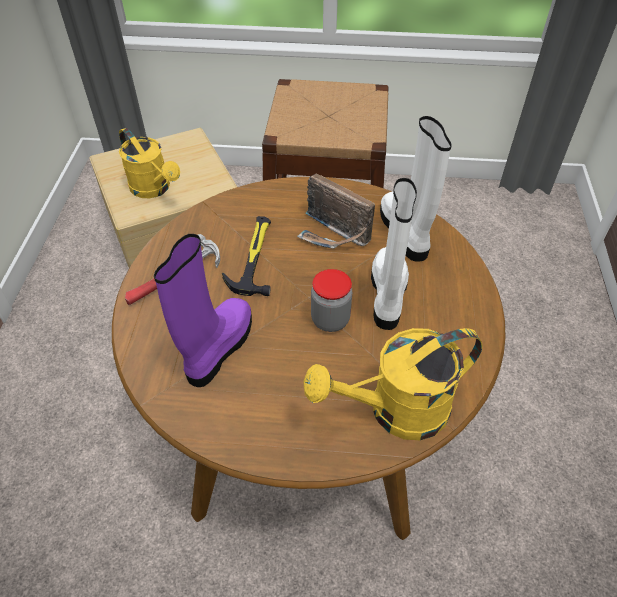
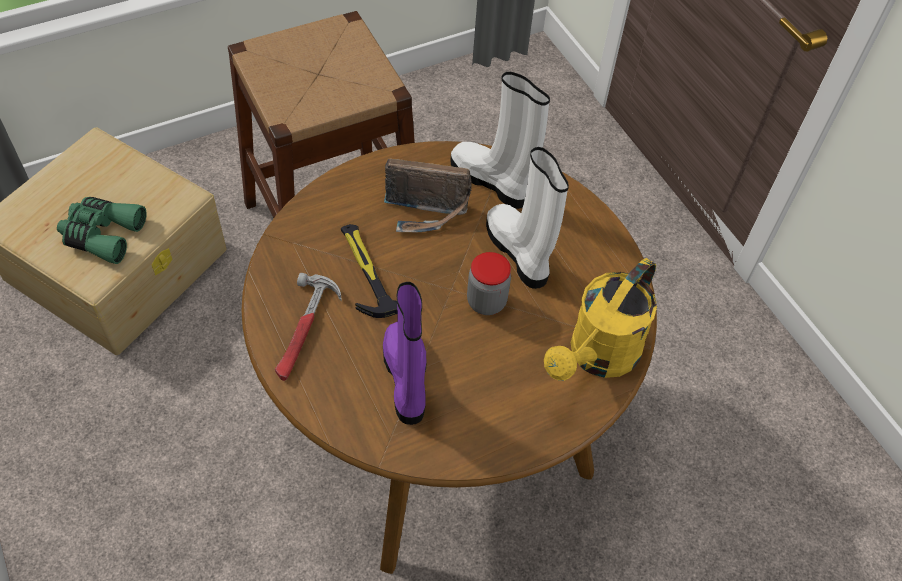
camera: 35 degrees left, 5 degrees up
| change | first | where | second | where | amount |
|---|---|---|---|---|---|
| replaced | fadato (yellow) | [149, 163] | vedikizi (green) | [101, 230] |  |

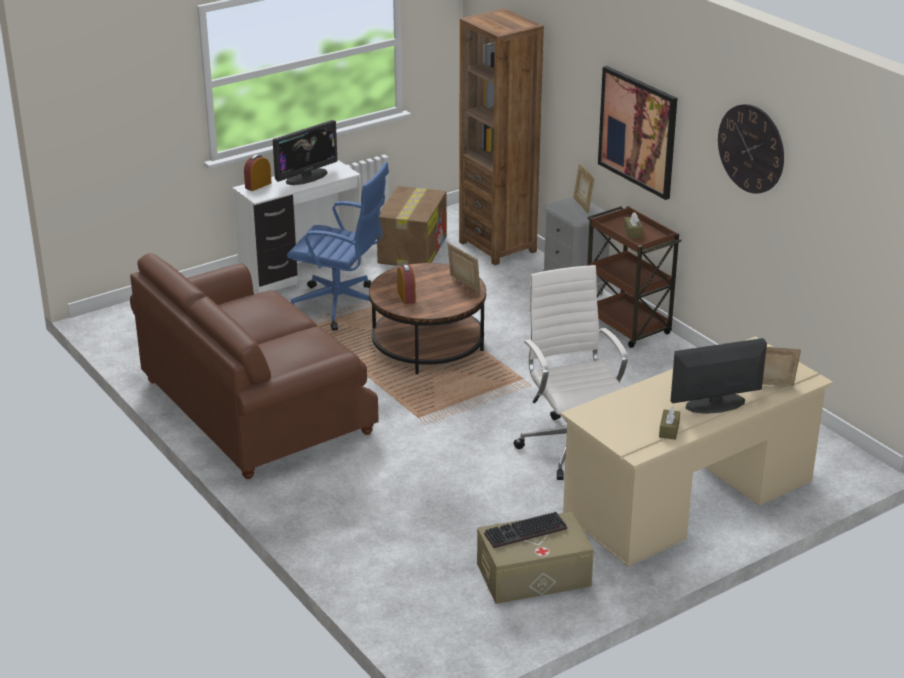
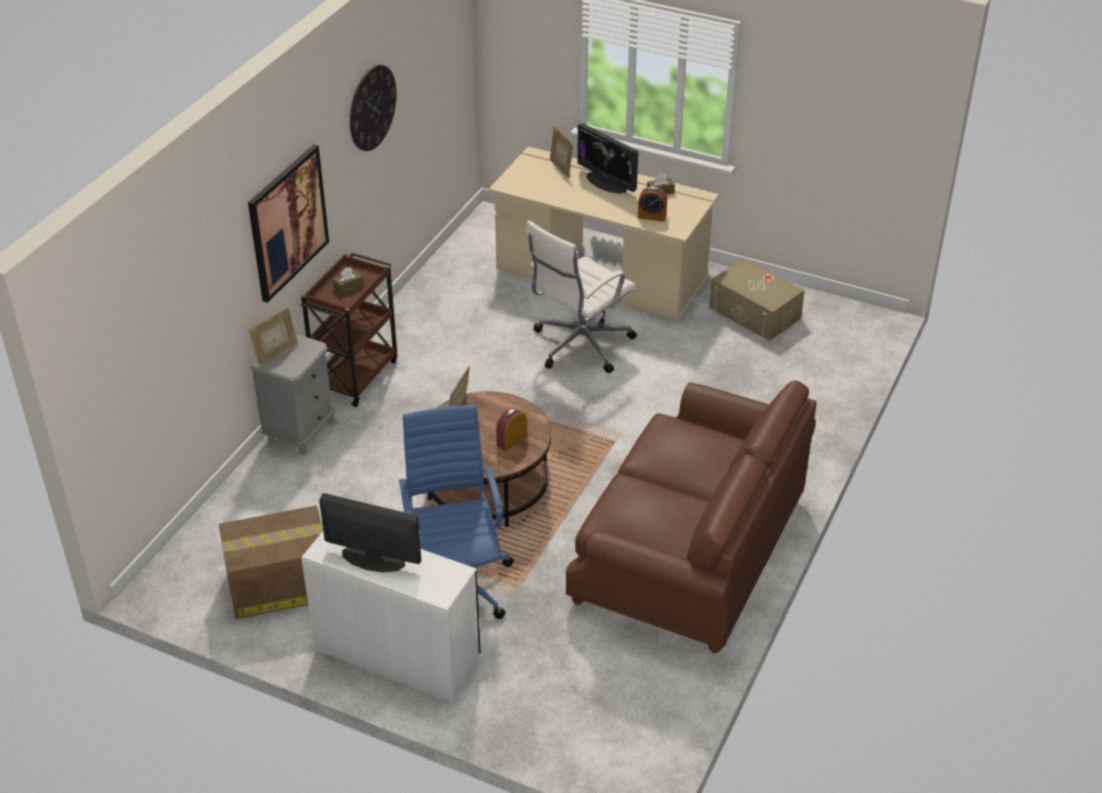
camera: 120 degrees left, 10 degrees up
| change | first | where | second | where | amount |
|---|---|---|---|---|---|
| moved | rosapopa | [257, 172] |  | [652, 204] |  |
| removed | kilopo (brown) | [501, 137] |  |  |  |
| removed | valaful | [525, 530] |  |  |  |

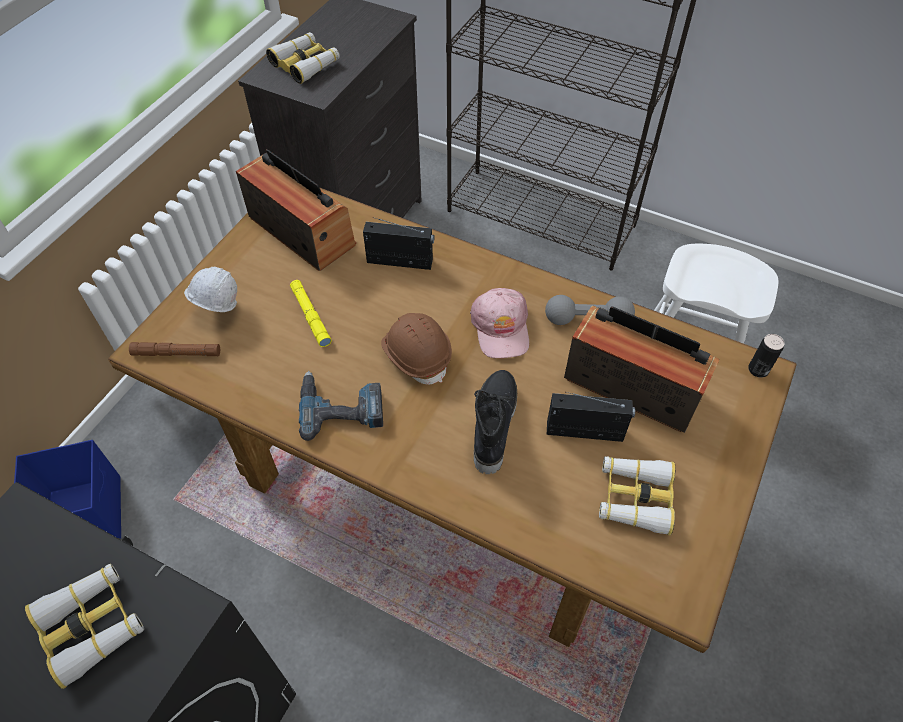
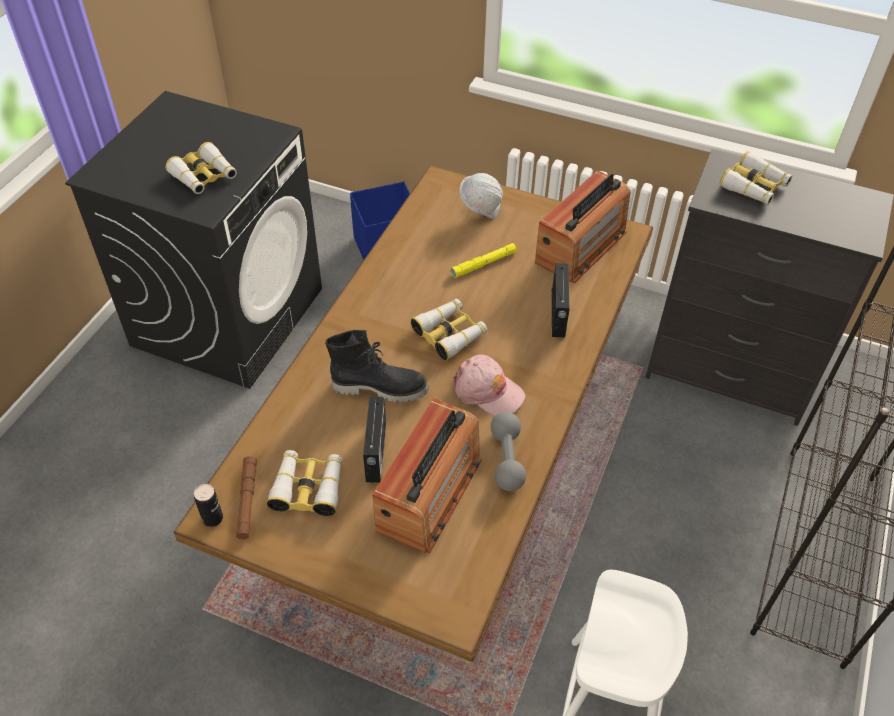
camera: 85 degrees right, 5 degrees down
| change | first | where | second | where | amount |
|---|---|---|---|---|---|
| moved | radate | [766, 356] |  | [208, 505] |  |
| moved | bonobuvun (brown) | [174, 349] |  | [246, 497] |  |
| replaced | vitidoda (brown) | [416, 349] | vedikizi | [449, 329] |  |
| turned | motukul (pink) | [499, 323] |  | [489, 385] | 135 degrees counterclockwise |
| removed | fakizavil | [341, 406] |  |  |  |

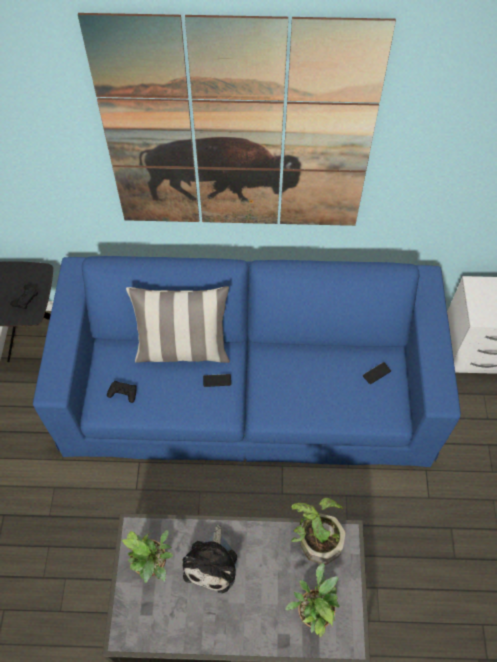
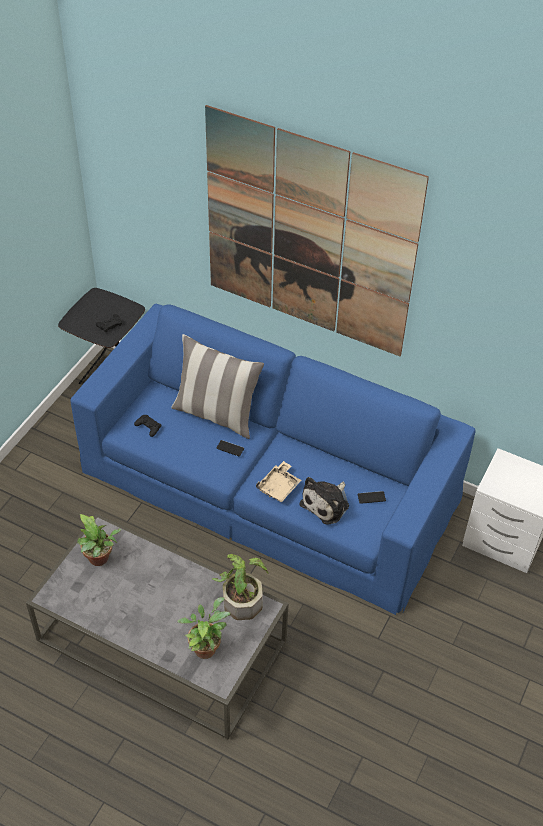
camera: 25 degrees right, 10 degrees down
| change | first | where | second | where | amount |
|---|---|---|---|---|---|
| added |  |  | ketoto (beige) | [278, 481] |  |
| moved | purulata | [209, 559] |  | [324, 501] |  |

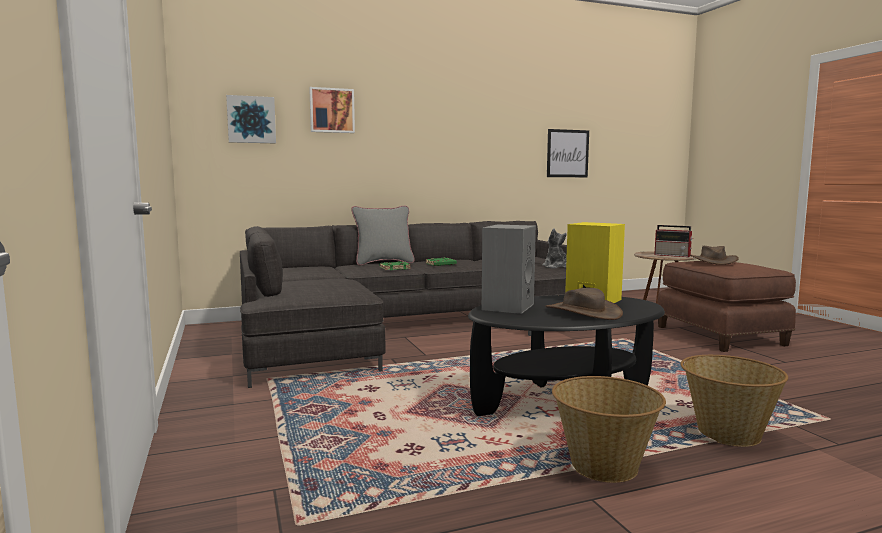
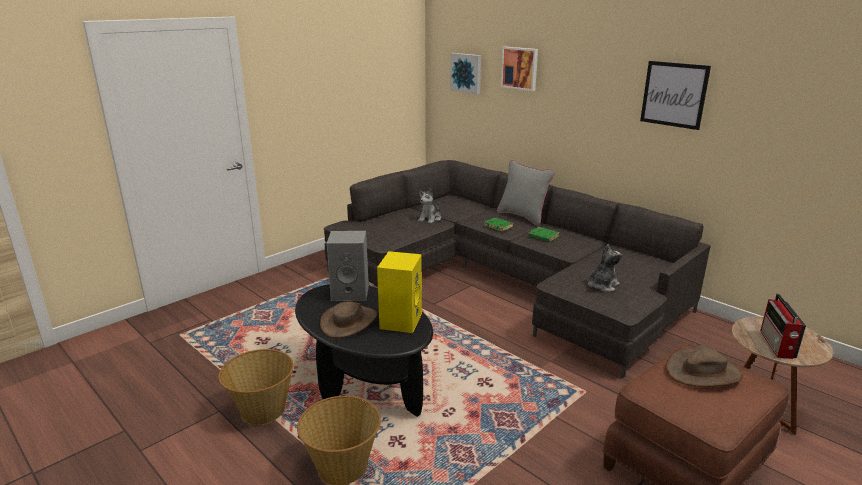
camera: 65 degrees right, 15 degrees up
| change | first | where | second | where | amount |
|---|---|---|---|---|---|
| added |  |  | purulata | [429, 206] |  |
| moved | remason | [568, 153] |  | [675, 95] |  |

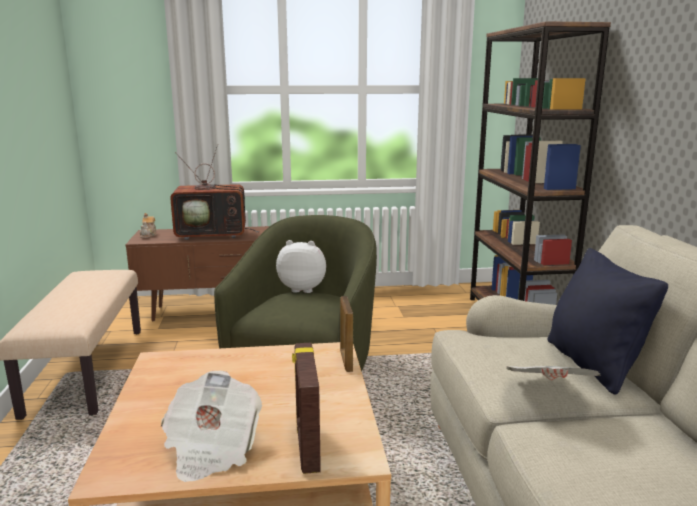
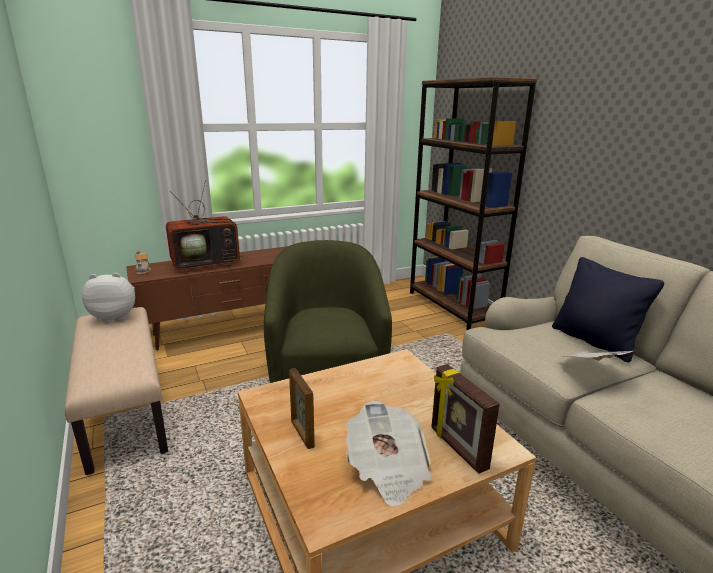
camera: 20 degrees left, 5 degrees up
| change | first | where | second | where | amount |
|---|---|---|---|---|---|
| moved | purulata | [301, 266] |  | [108, 297] |  |
| moved | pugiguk | [346, 334] |  | [302, 408] |  |

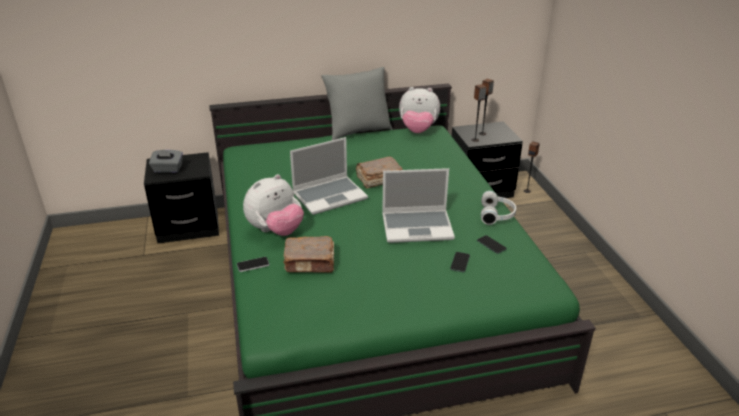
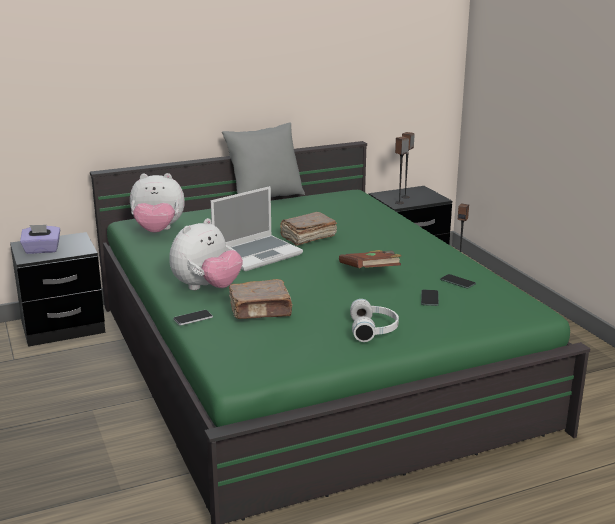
camera: 10 degrees left, 10 degrees down
| change | first | where | second | where | amount |
|---|---|---|---|---|---|
| recoloured | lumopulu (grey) | [166, 161] | lumopulu (purple) | [40, 239] |  |
| moved | purulata | [419, 110] |  | [157, 203] |  |
| replaced | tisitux | [418, 205] | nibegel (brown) | [370, 259] |  |
| moved | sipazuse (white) | [498, 208] |  | [374, 320] |  |

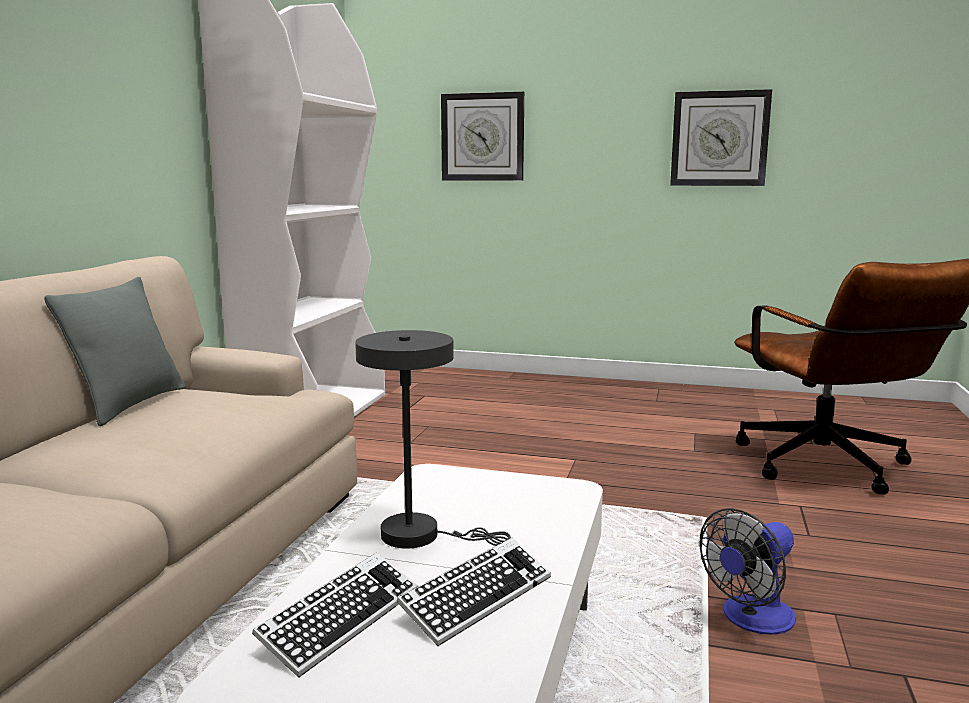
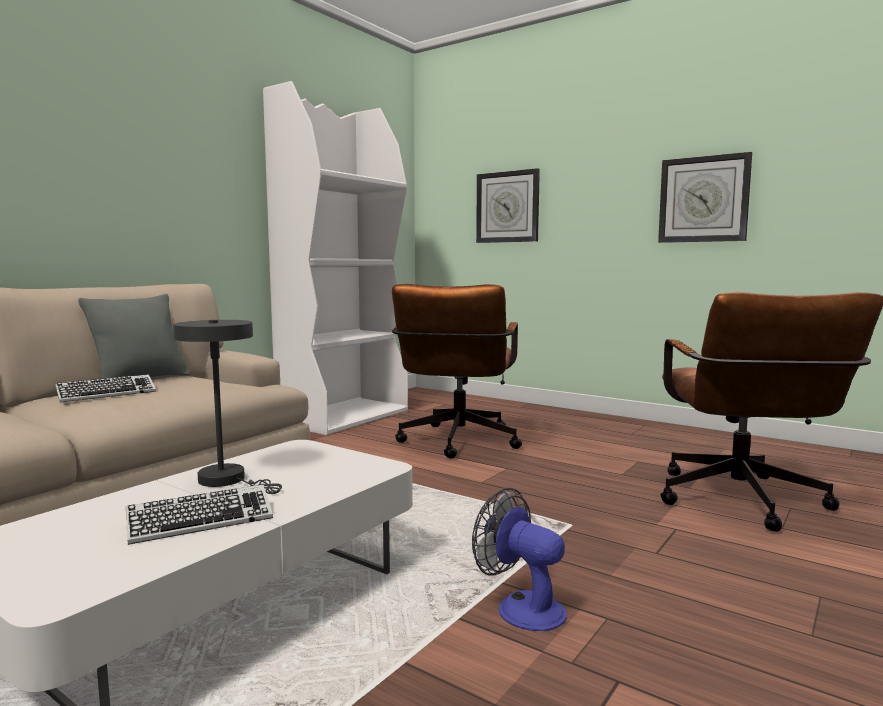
camera: 20 degrees right, 5 degrees down
| change | first | where | second | where | amount |
|---|---|---|---|---|---|
| moved | valaful | [335, 615] |  | [105, 388] |  |
| added |  |  | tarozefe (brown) | [457, 371] |  |
| turned | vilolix | [747, 571] |  | [519, 559] | 60 degrees clockwise |

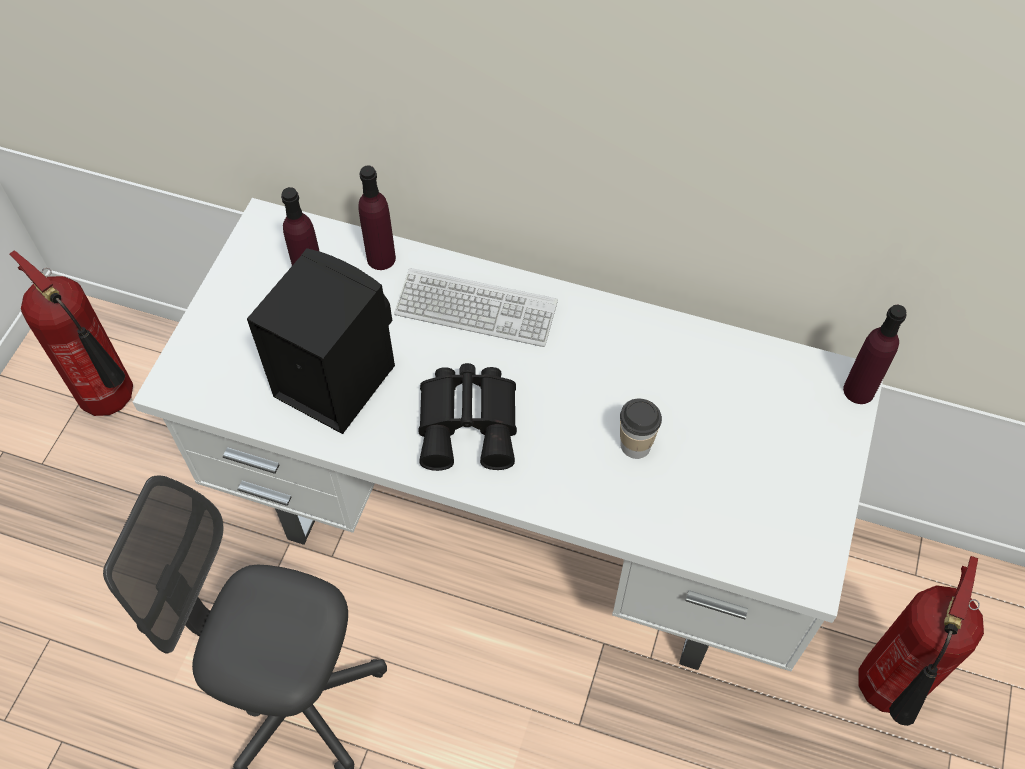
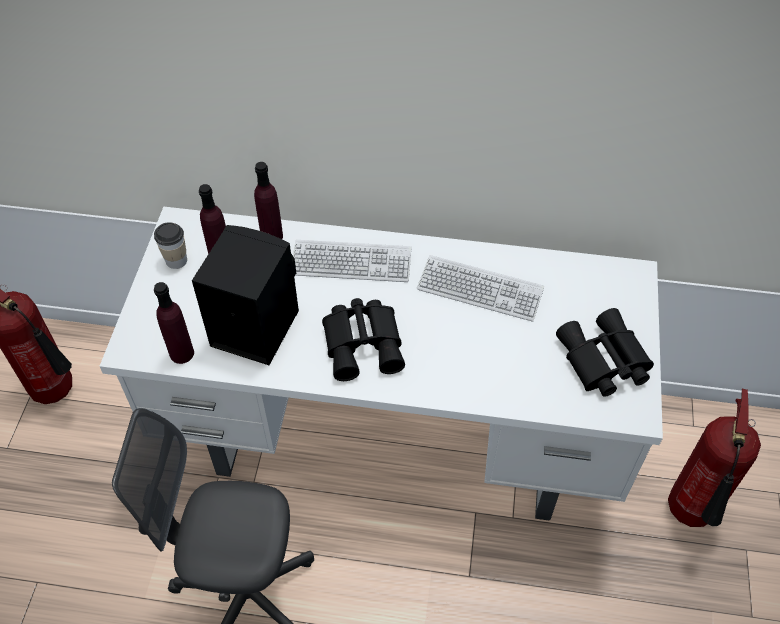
camera: 10 degrees left, 5 degrees down
| change | first | where | second | where | amount |
|---|---|---|---|---|---|
| moved | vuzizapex | [641, 429] |  | [170, 245] |  |
| moved | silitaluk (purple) | [875, 354] |  | [174, 323] |  |
| added |  |  | valaful | [480, 288] |  |
| added |  |  | vedikizi (black) | [605, 352] |  |

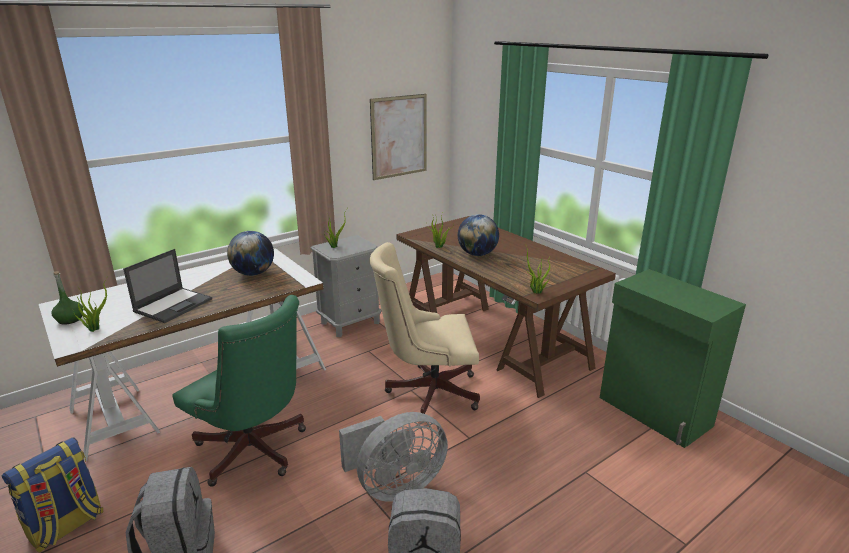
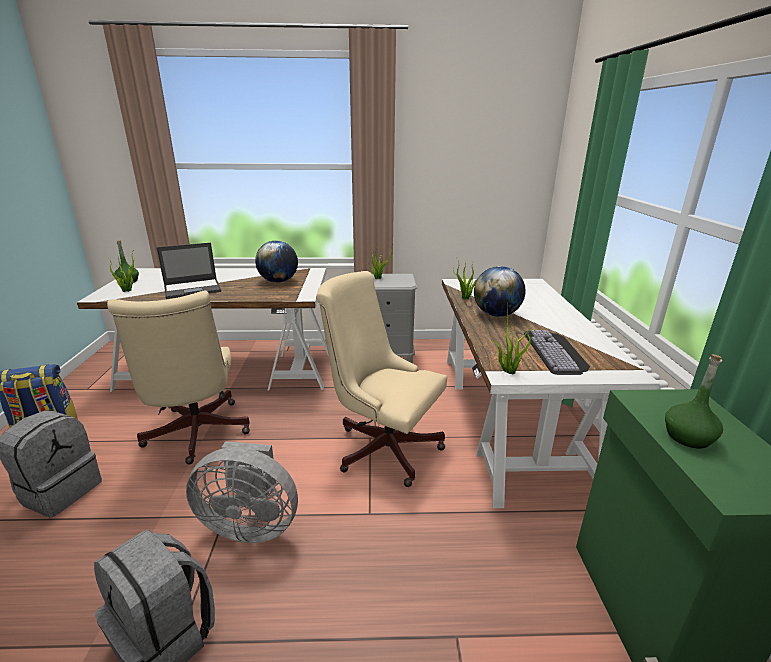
camera: 35 degrees right, 0 degrees up
| change | first | where | second | where | amount |
|---|---|---|---|---|---|
| recoloured | tarozefe (green) | [239, 391] | tarozefe (beige) | [178, 378] |  |
| recoloured | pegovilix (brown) | [506, 307] | pegovilix (white) | [551, 393] |  |
| added |  |  | valaful | [557, 352] |  |
| added |  |  | silitaluk (green) | [694, 401] |  |
| removed | remason | [398, 137] |  |  |  |

